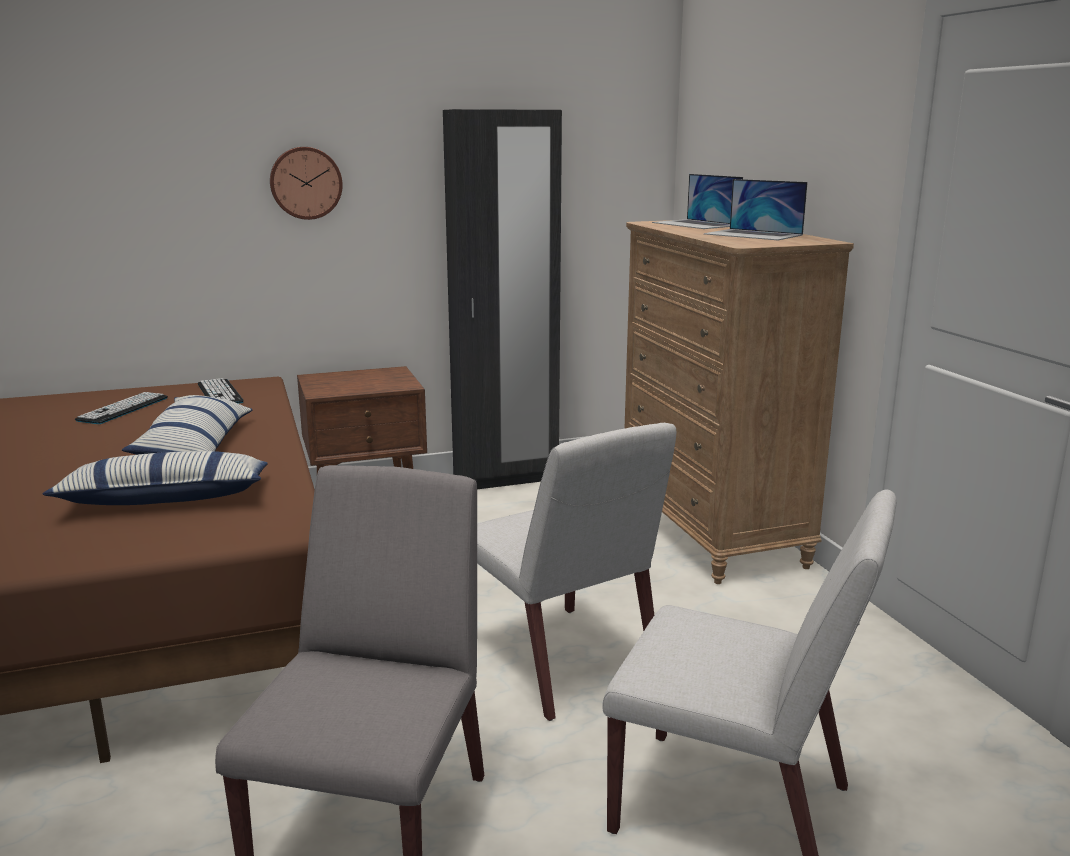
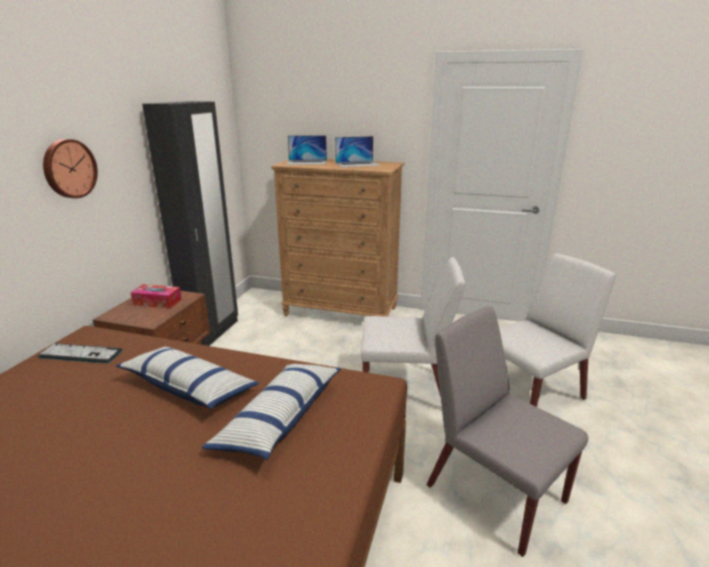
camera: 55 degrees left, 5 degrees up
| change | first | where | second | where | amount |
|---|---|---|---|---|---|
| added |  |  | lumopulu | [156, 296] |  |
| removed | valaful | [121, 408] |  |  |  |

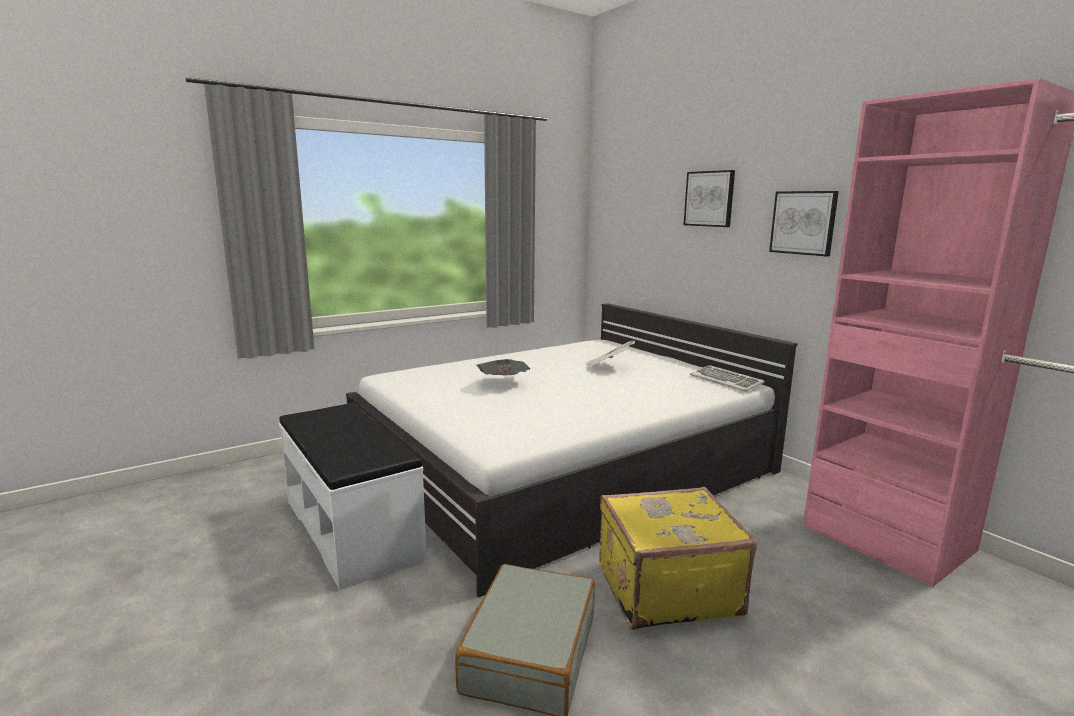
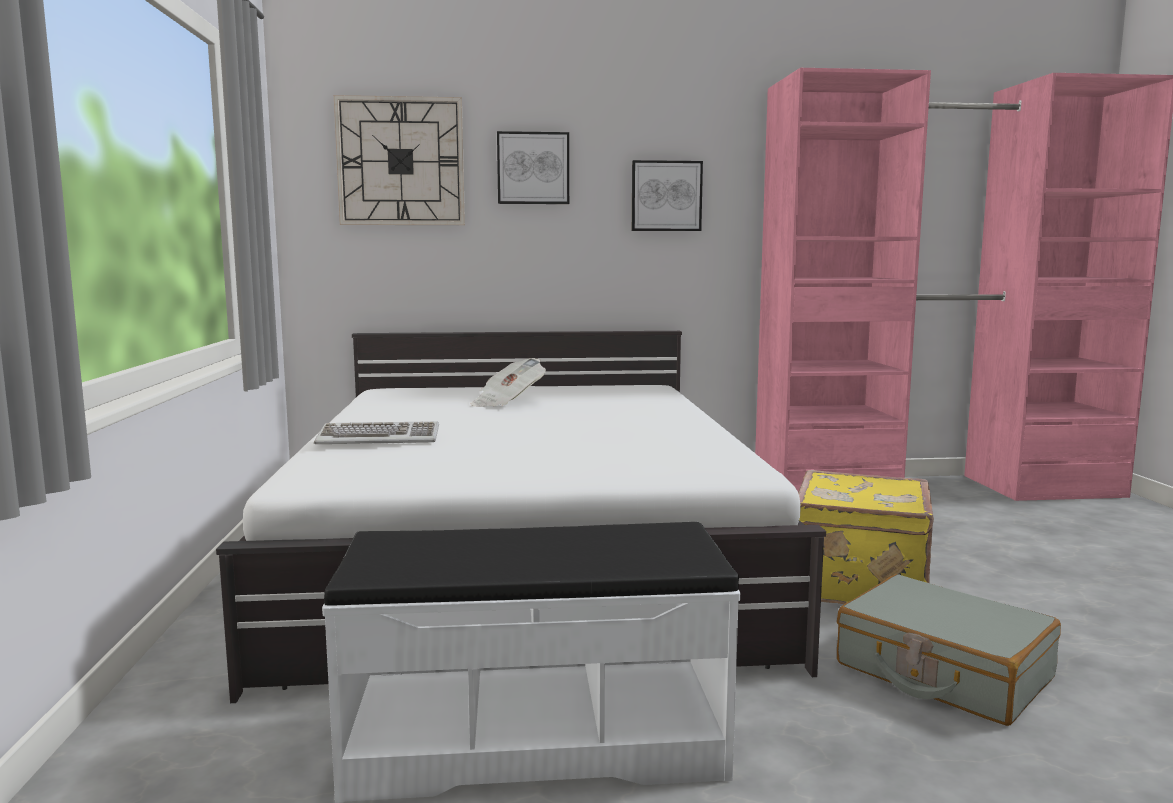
camera: 60 degrees left, 5 degrees down
| change | first | where | second | where | amount |
|---|---|---|---|---|---|
| moved | valaful | [727, 378] |  | [376, 432] |  |
| added |  |  | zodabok | [399, 160] |  |
| removed | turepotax | [503, 367] |  |  |  |

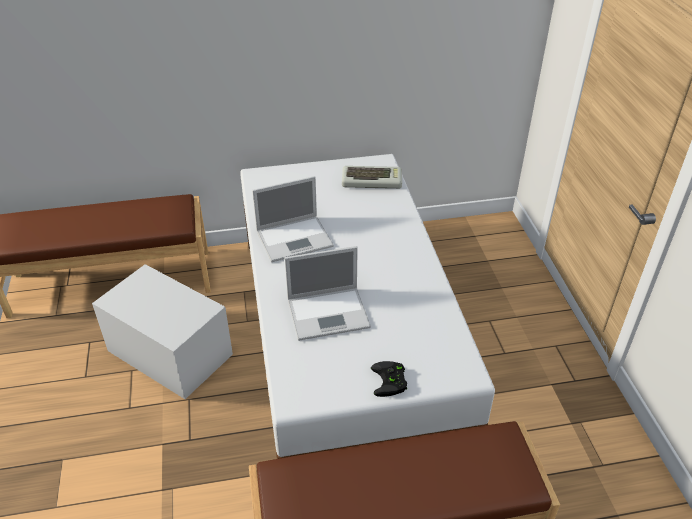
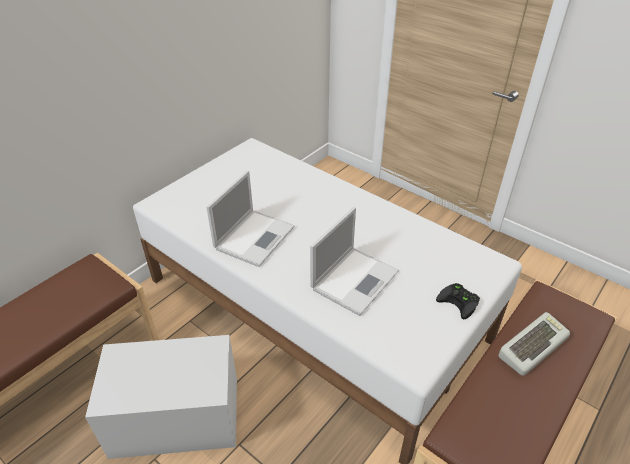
camera: 40 degrees left, 0 degrees up
| change | first | where | second | where | amount |
|---|---|---|---|---|---|
| moved | valaful | [372, 177] |  | [534, 344] |  |

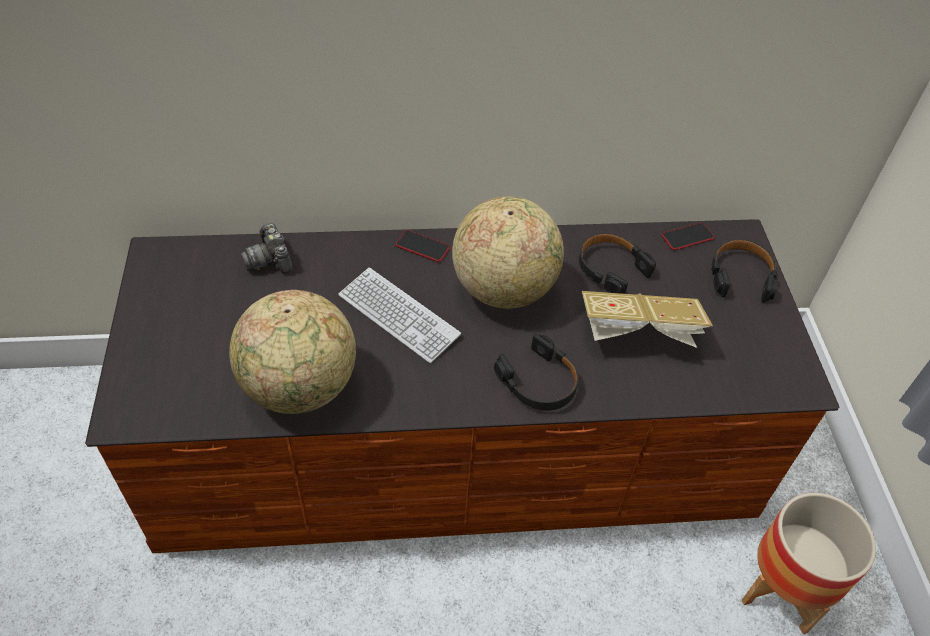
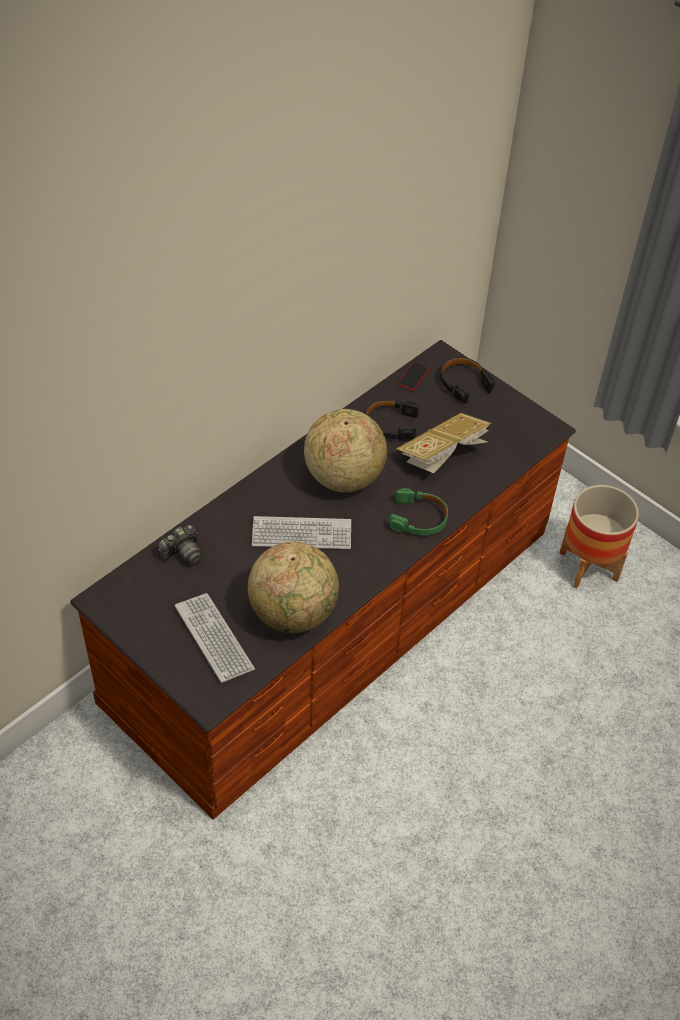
camera: 40 degrees left, 0 degrees up
| change | first | where | second | where | amount |
|---|---|---|---|---|---|
| turned | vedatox | [267, 248] |  | [180, 545] | 60 degrees counterclockwise |
| added |  |  | valaful | [215, 638] |  |
| recoloured | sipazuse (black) | [536, 372] | sipazuse (green) | [418, 511] |  |
| removed | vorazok | [422, 246] |  |  |  |

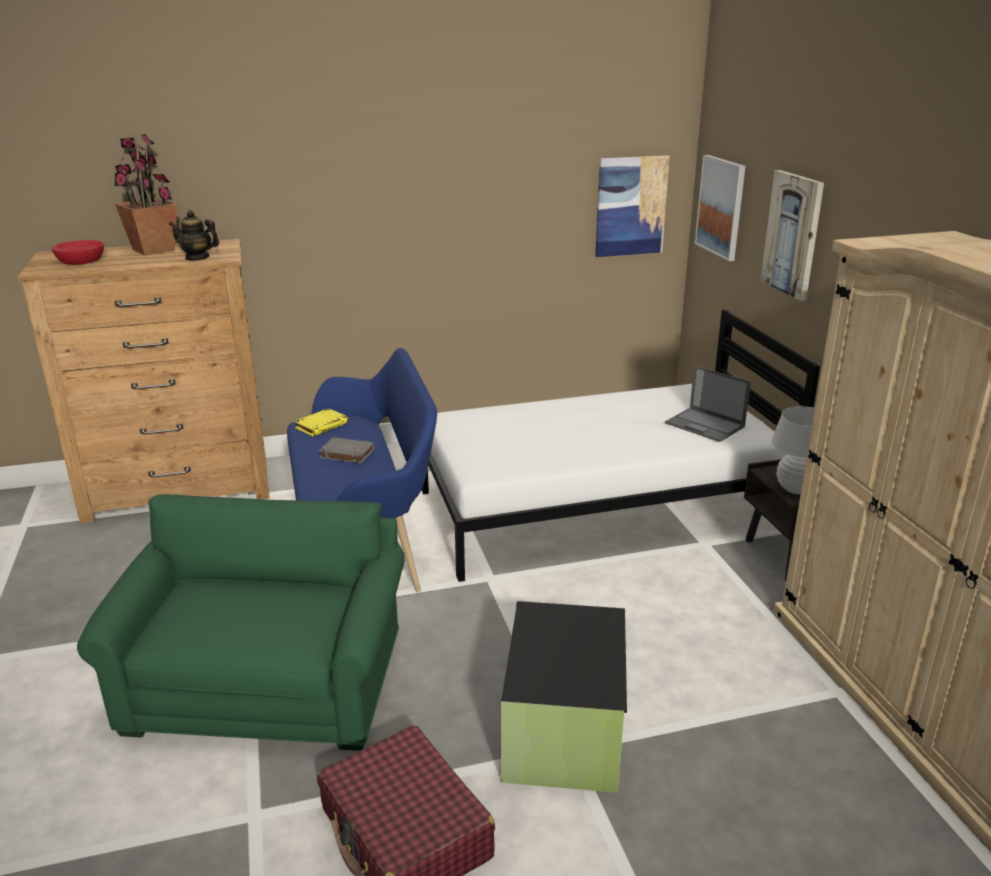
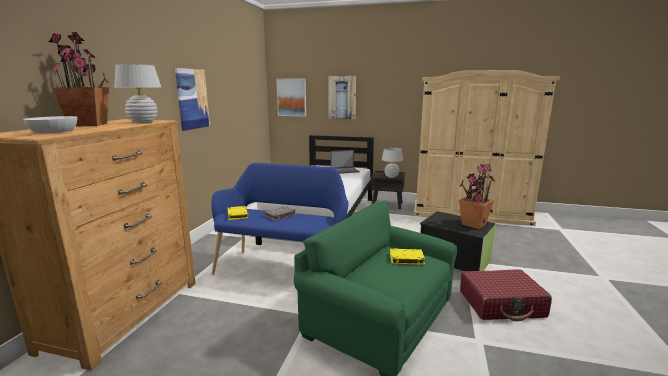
camera: 60 degrees left, 10 degrees down
| change | first | where | second | where | amount |
|---|---|---|---|---|---|
| recoloured | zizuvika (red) | [77, 252] | zizuvika (white) | [50, 124] |  |
| replaced | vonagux | [194, 235] | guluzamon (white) | [137, 93] |  |
| moved | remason | [632, 206] |  | [192, 99] |  |
| added |  |  | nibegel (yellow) | [407, 257] |  |
| added |  |  | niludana | [477, 196] |  |

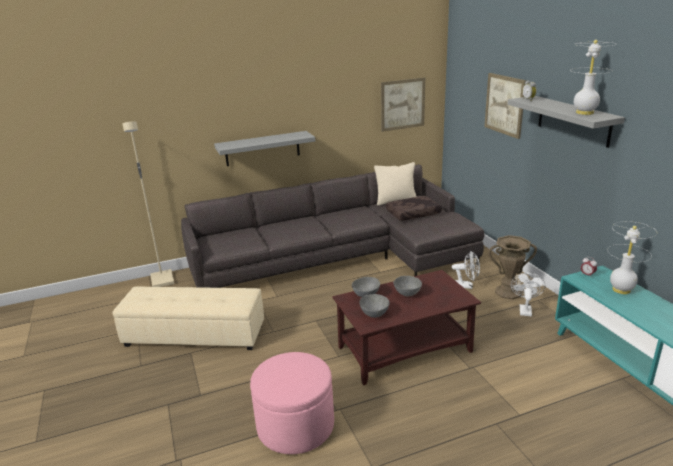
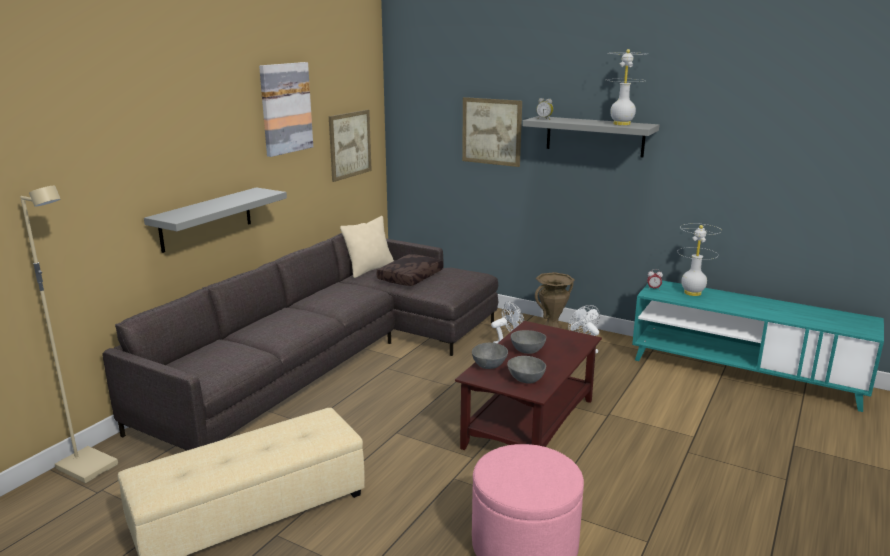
camera: 40 degrees left, 5 degrees down
| change | first | where | second | where | amount |
|---|---|---|---|---|---|
| added |  |  | remason | [286, 109] |  |

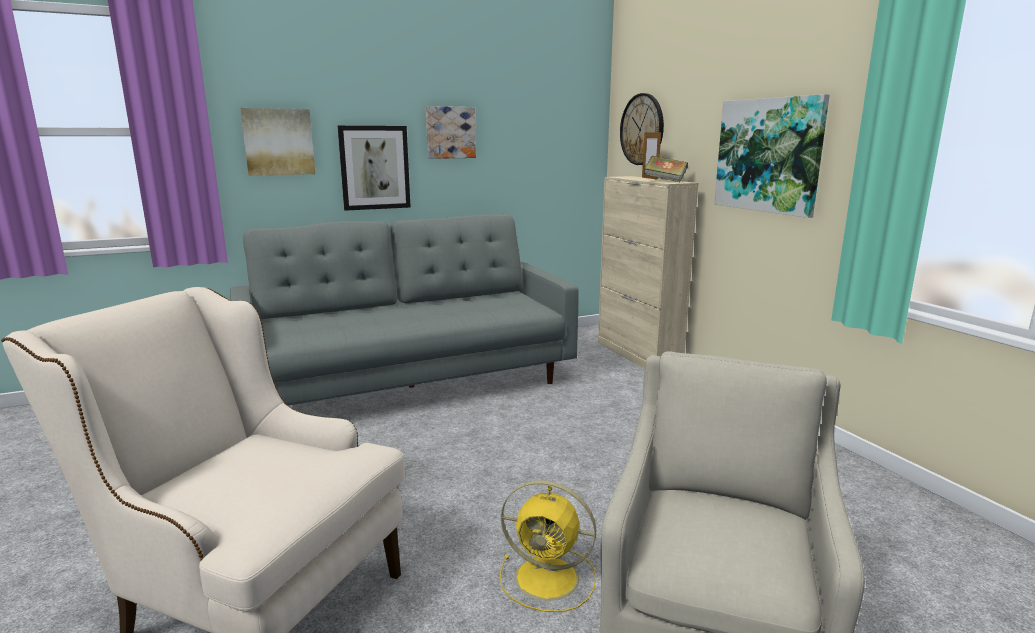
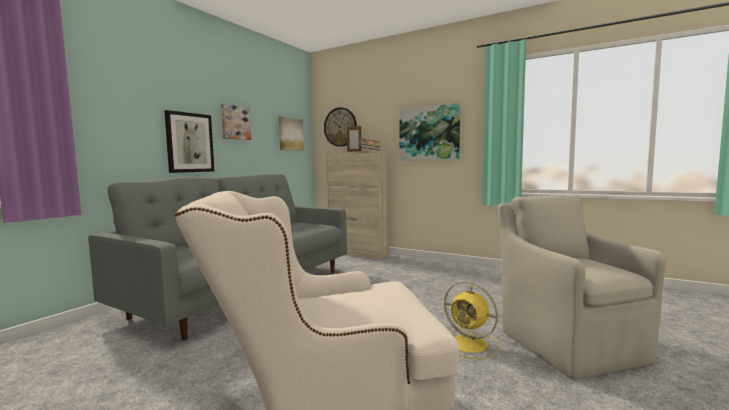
camera: 35 degrees left, 10 degrees down
| change | first | where | second | where | amount |
|---|---|---|---|---|---|
| moved | remason | [277, 142] |  | [291, 133] |  |
| turned | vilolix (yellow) | [548, 546] |  | [472, 320] | 60 degrees clockwise |

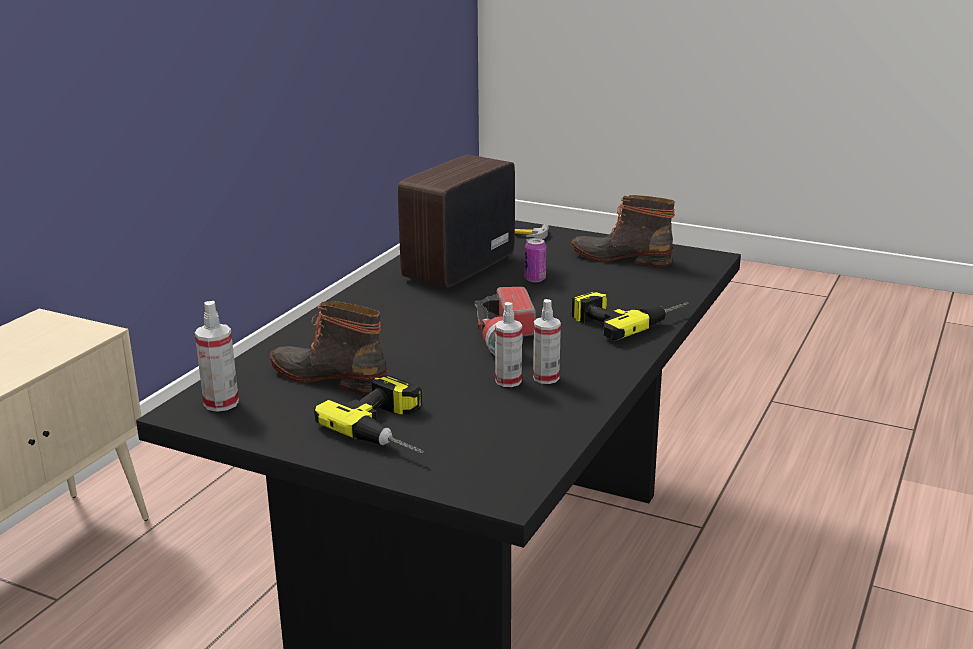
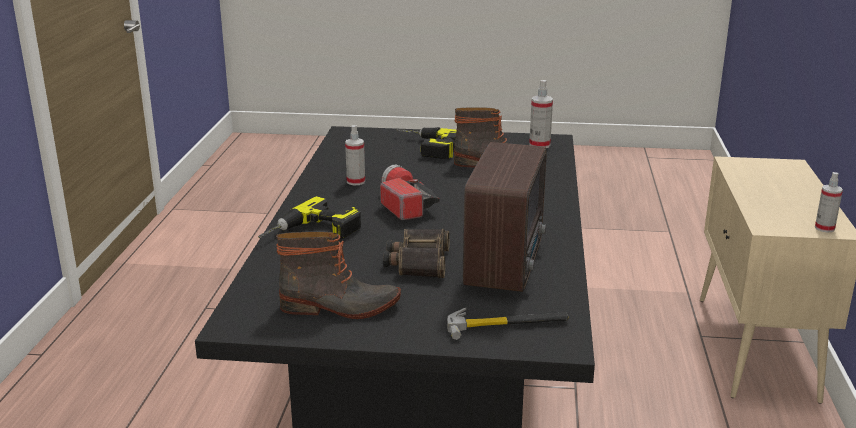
camera: 160 degrees right, 0 degrees up
| change | first | where | second | where | amount |
|---|---|---|---|---|---|
| replaced | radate | [535, 260] | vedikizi | [416, 253] |  |
| moved | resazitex | [508, 344] |  | [829, 202] |  |

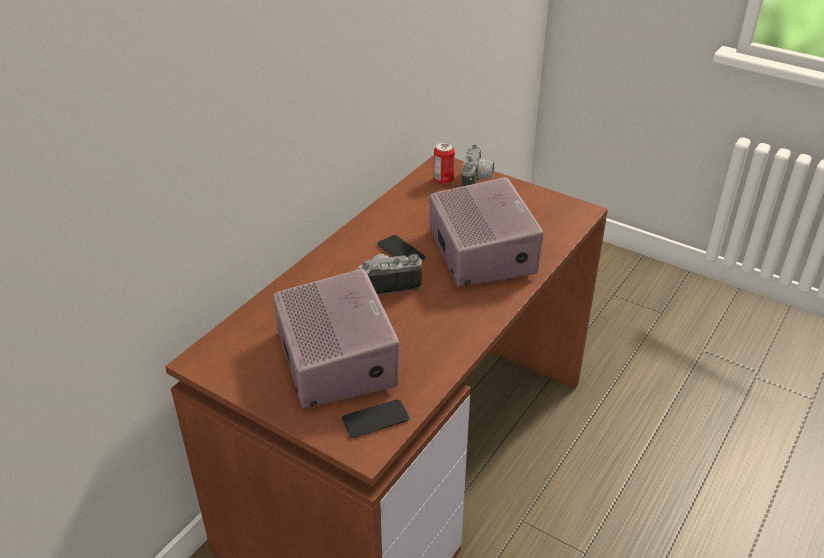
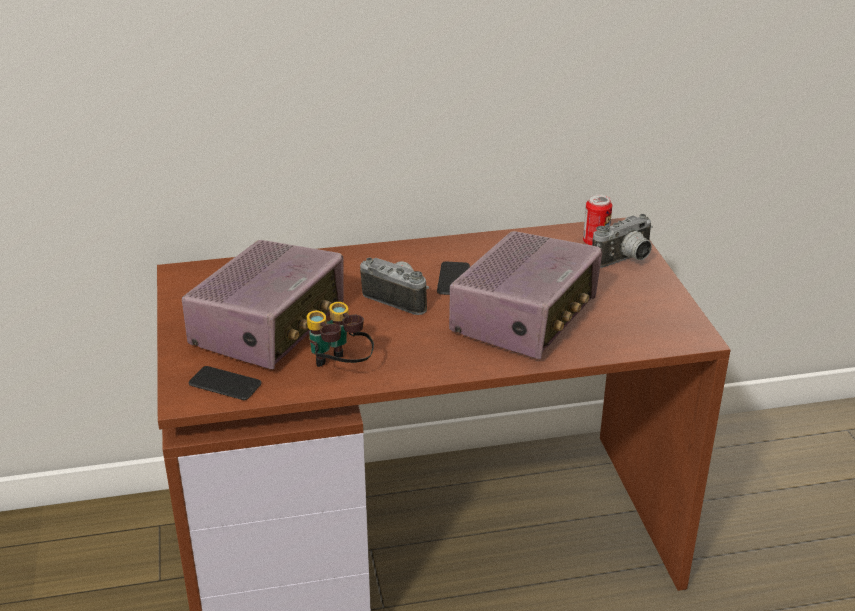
camera: 45 degrees right, 5 degrees down
| change | first | where | second | where | amount |
|---|---|---|---|---|---|
| added |  |  | vedikizi | [340, 334] |  |

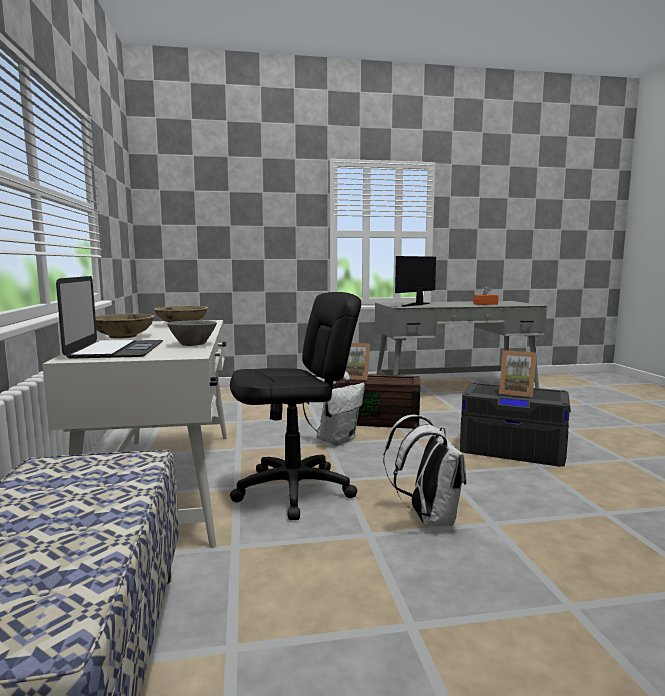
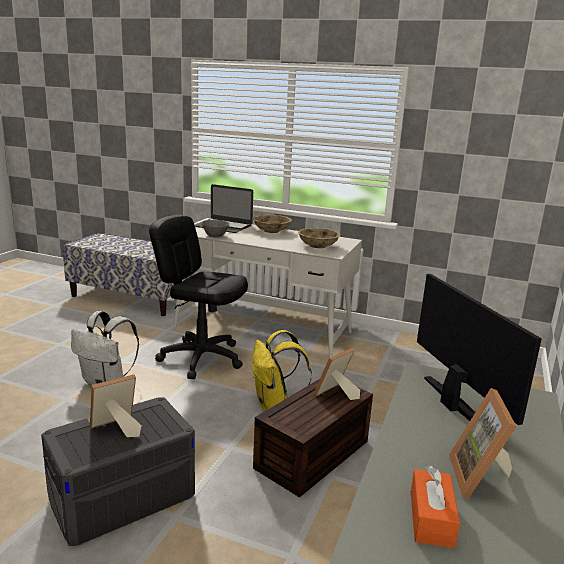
camera: 120 degrees right, 10 degrees up
| change | first | where | second | where | amount |
|---|---|---|---|---|---|
| turned | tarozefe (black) | [295, 406] |  | [198, 297] | 105 degrees clockwise |
| recoloured | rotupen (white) | [333, 408] | rotupen (yellow) | [282, 370] |  |
| added |  |  | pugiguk | [483, 443] |  |

